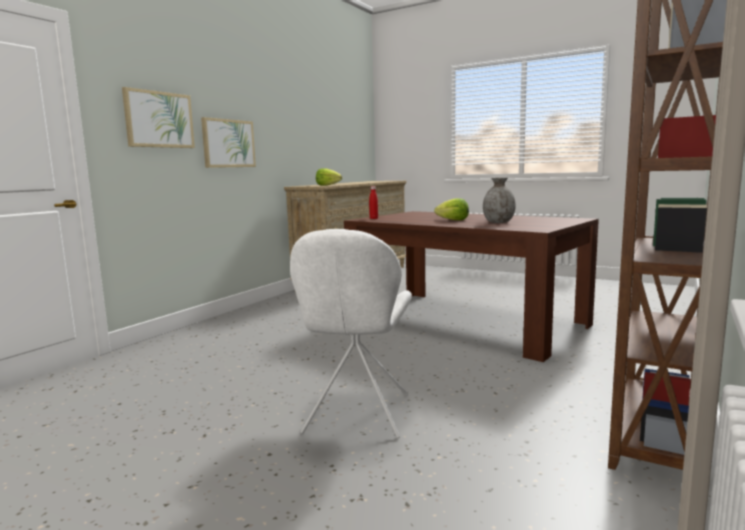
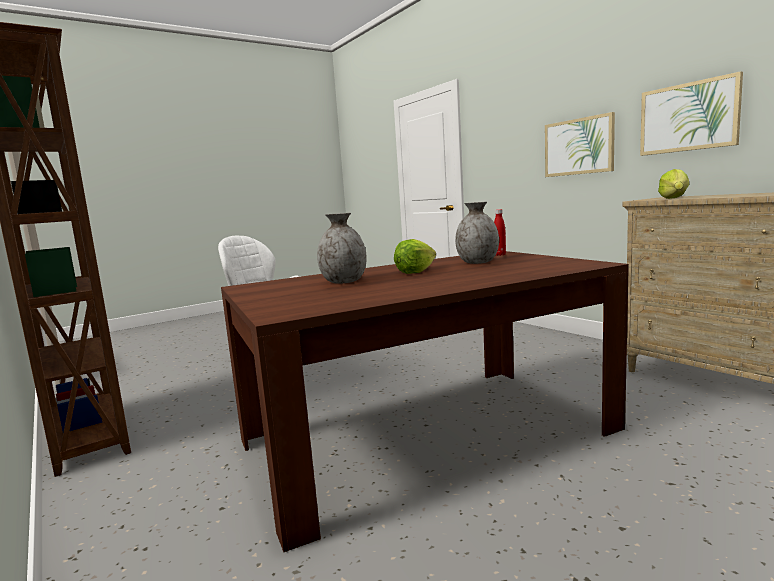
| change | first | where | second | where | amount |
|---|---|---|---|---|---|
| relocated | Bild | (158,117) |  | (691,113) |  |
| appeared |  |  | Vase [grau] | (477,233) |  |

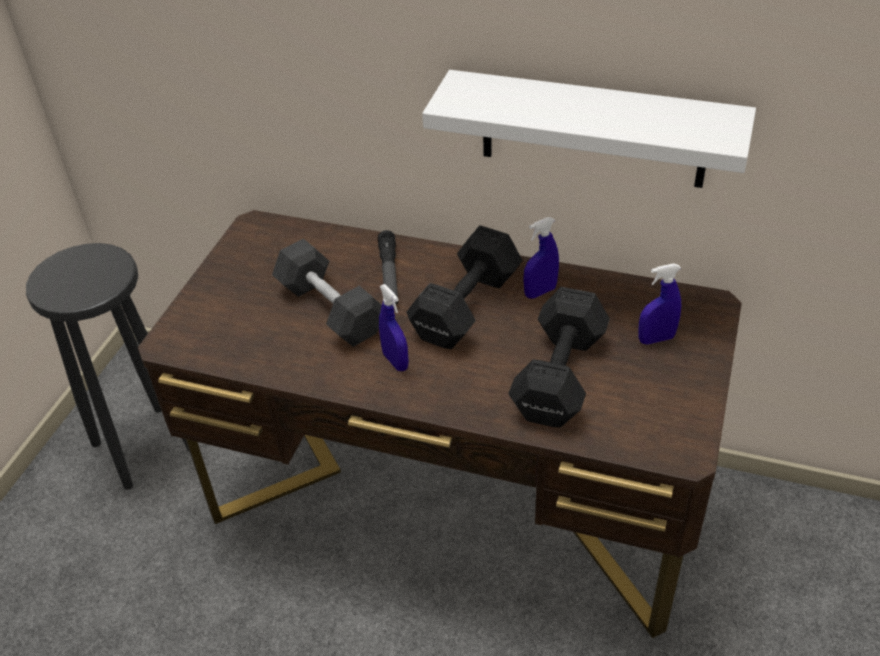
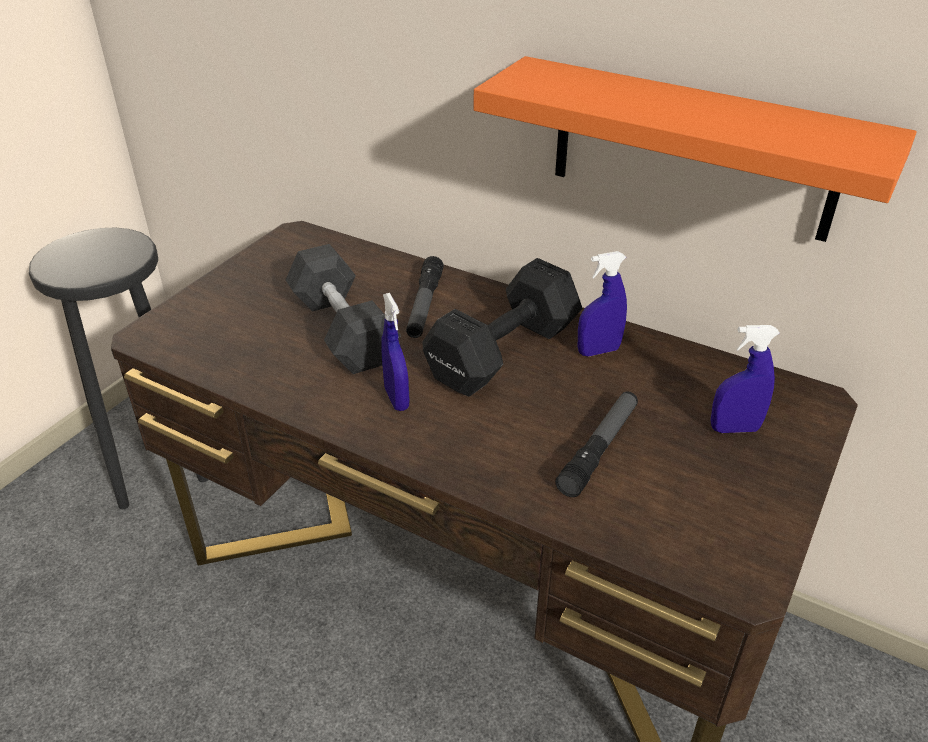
| change | first | where | second | where | amount |
|---|---|---|---|---|---|
| colour | Wandregal [weiß] | (589,129) | Wandregal [orange] | (695,149) |  |
| exchanged | Hantel [schwarz] | (559,357) | Taschenlampe | (596,444) |  |

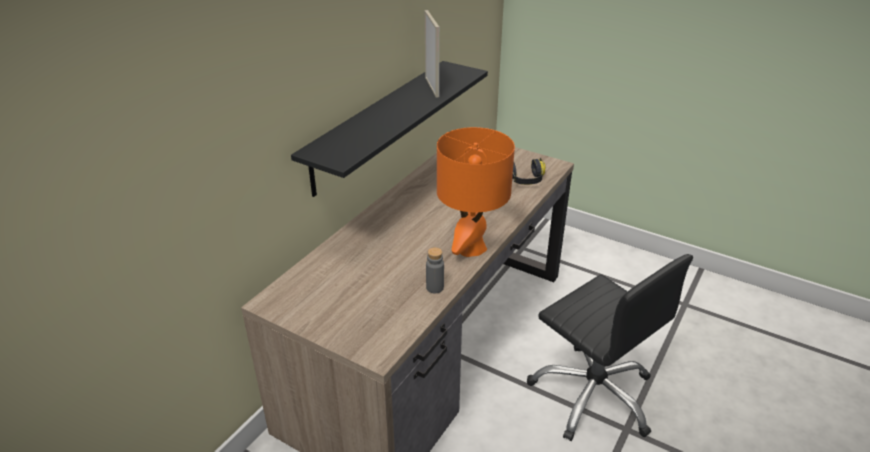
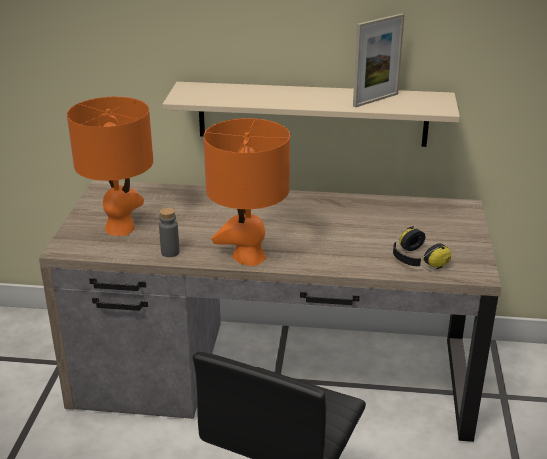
| change | first | where | second | where | amount |
|---|---|---|---|---|---|
| colour | Wandregal [schwarz] | (389,129) | Wandregal [beige] | (311,114) |  |
| appeared |  |  | Tischlampe [orange] | (110,166) |  |

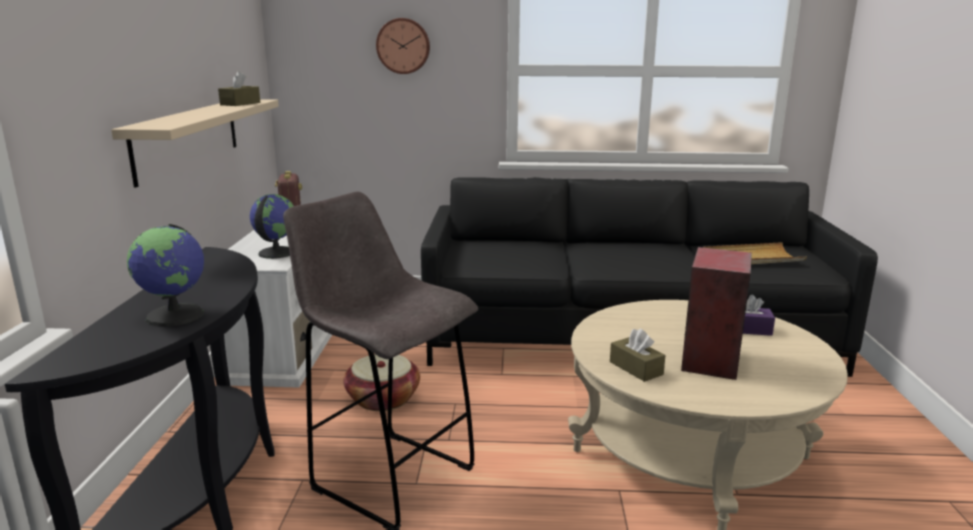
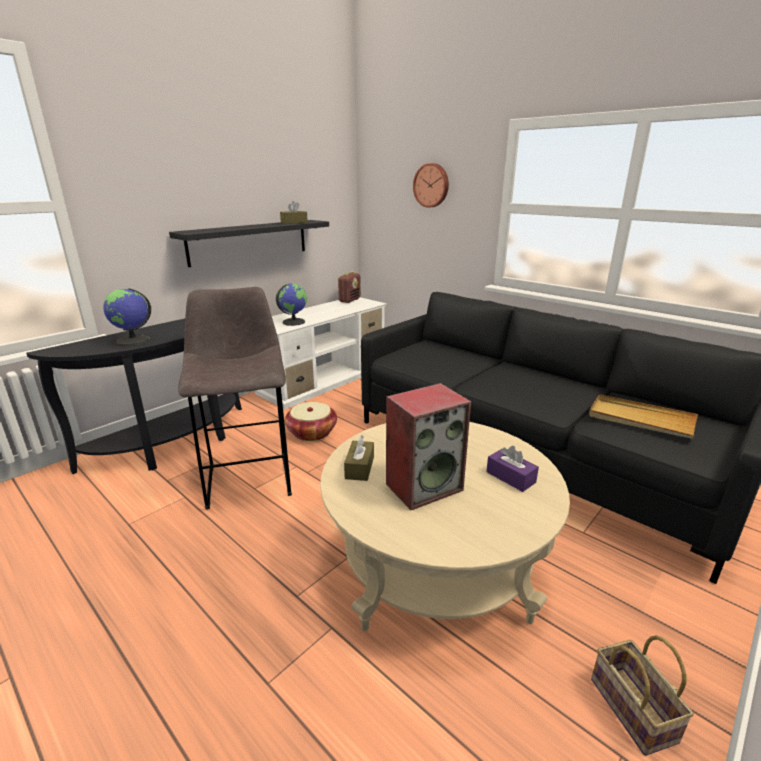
| change | first | where | second | where | amount |
|---|---|---|---|---|---|
| colour | Wandregal [beige] | (195,143) | Wandregal [schwarz] | (249,243) |  |
| appeared |  |  | Korb | (642,695) |  |

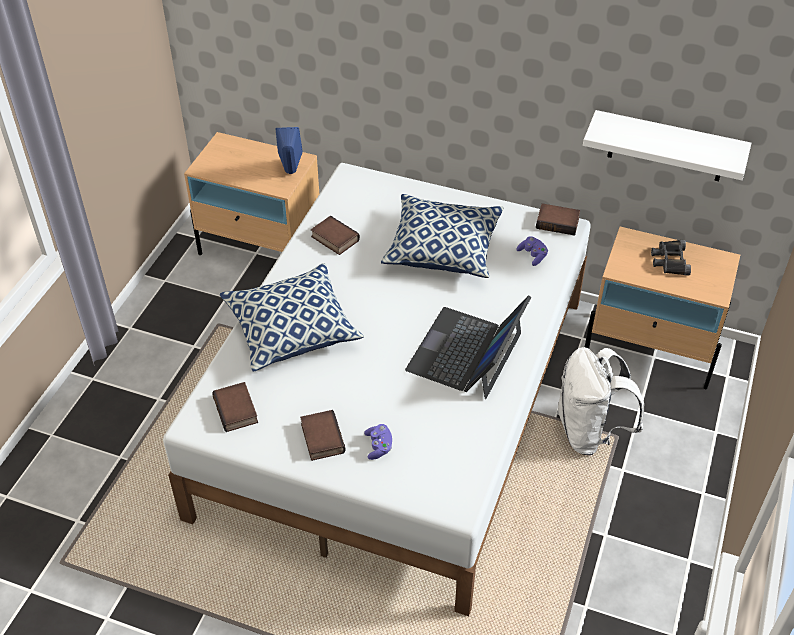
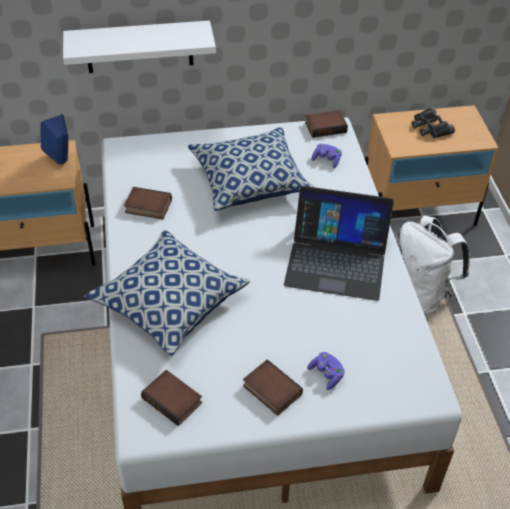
| change | first | where | second | where | amount |
|---|---|---|---|---|---|
| spun | Laptop | (468,347) |  | (339,243) | 75 degrees counterclockwise |
| relocated | Wandregal [weiß] | (667,146) |  | (139,46) |  |

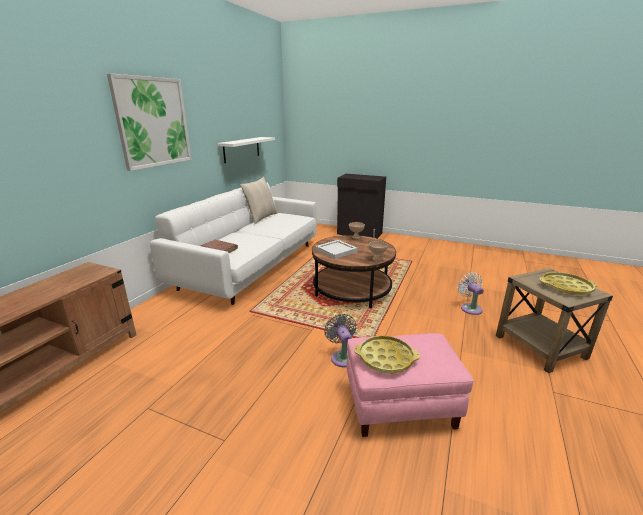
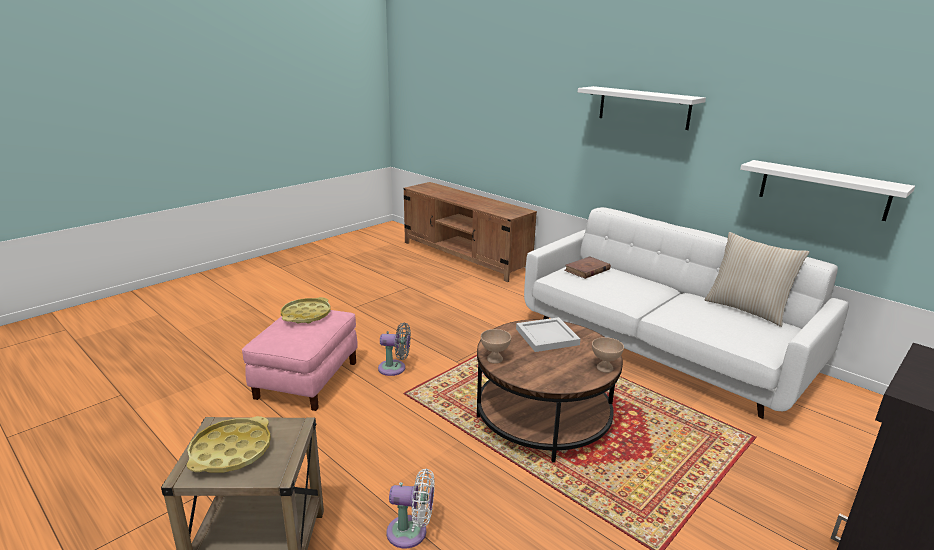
| change | first | where | second | where | amount |
|---|---|---|---|---|---|
| exchanged | Bild | (149,122) | Wandregal [weiß] | (642,108) |  |

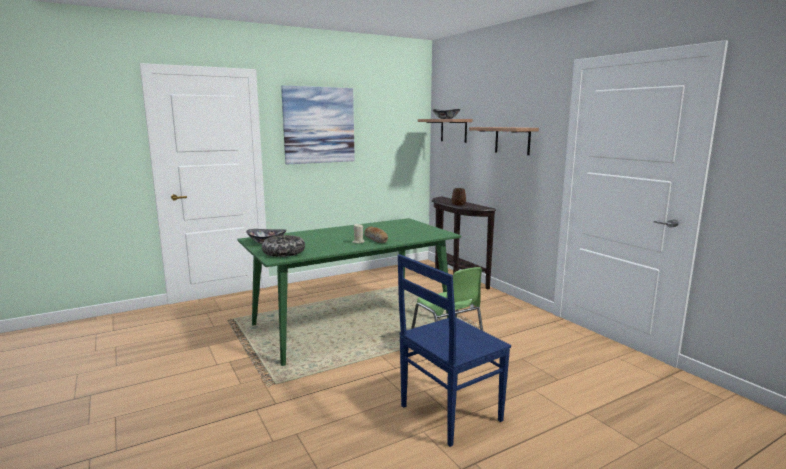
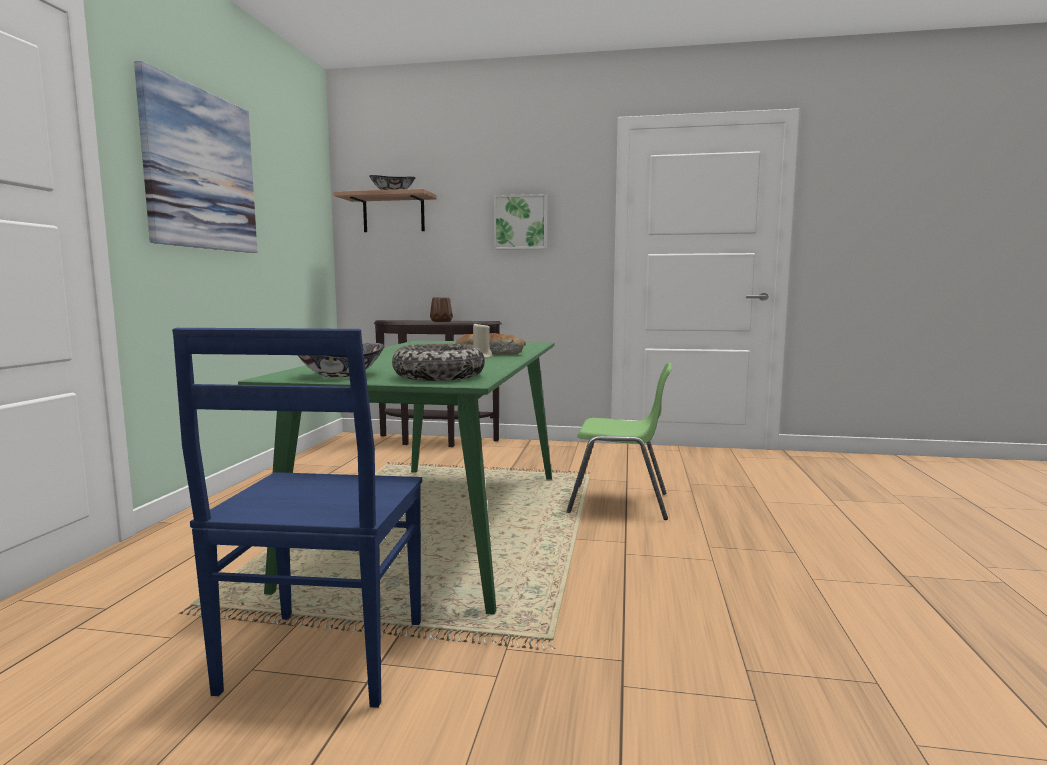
| change | first | where | second | where | amount |
|---|---|---|---|---|---|
| relocated | Stuhl [blau] | (454,350) |  | (297,518) |  |
| exchanged | Wandregal | (504,141) | Bild | (520,222) |  |

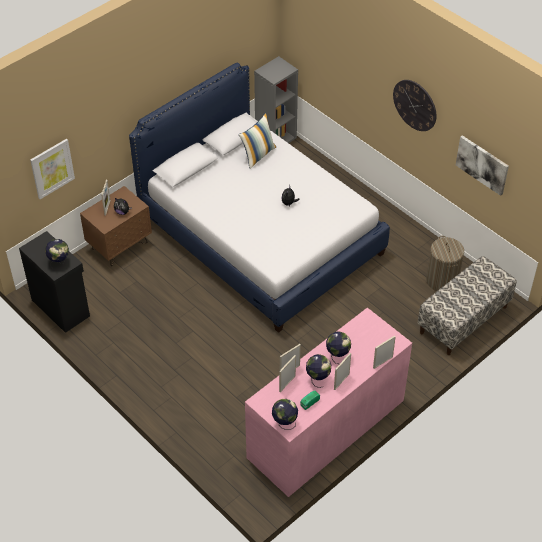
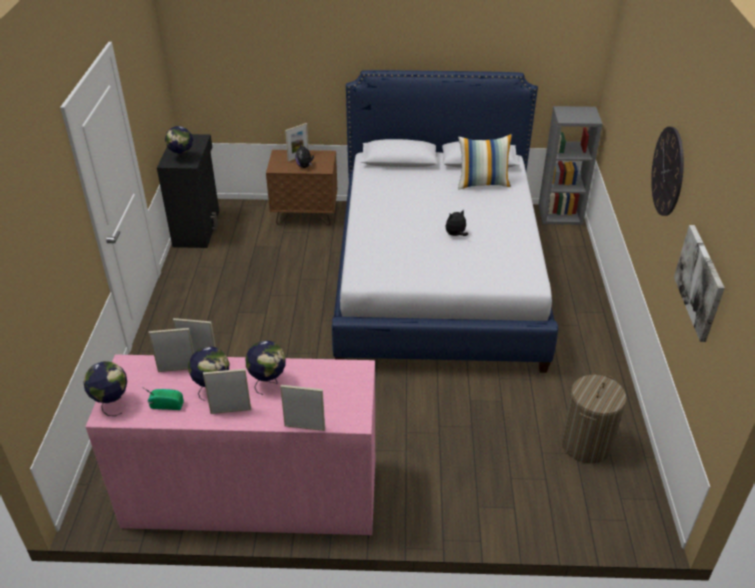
| change | first | where | second | where | amount |
|---|---|---|---|---|---|
| missing | Bild | (52,169) |  |  |  |
| missing | Bank | (467,305) |  |  |  |

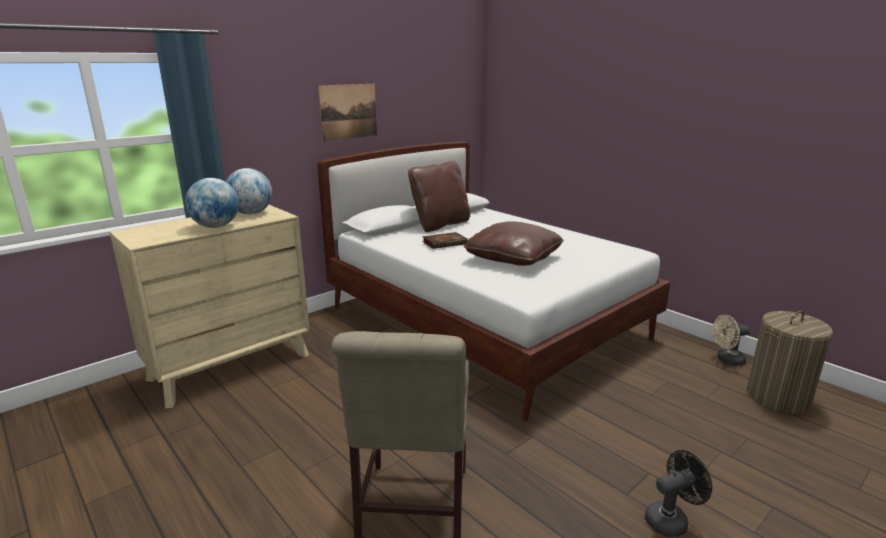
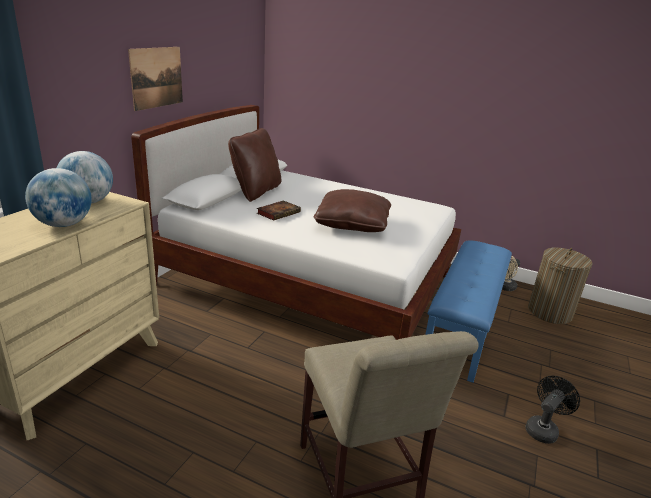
| change | first | where | second | where | amount |
|---|---|---|---|---|---|
| appeared |  |  | Bank [blau] | (468,312) |  |

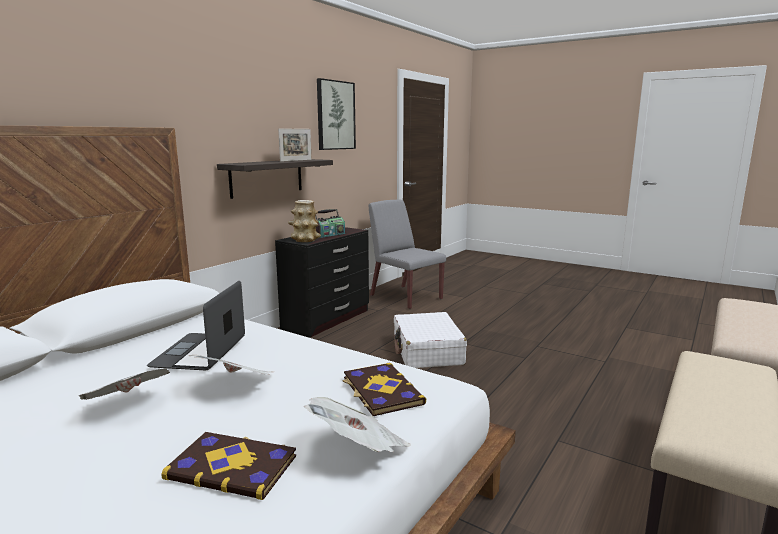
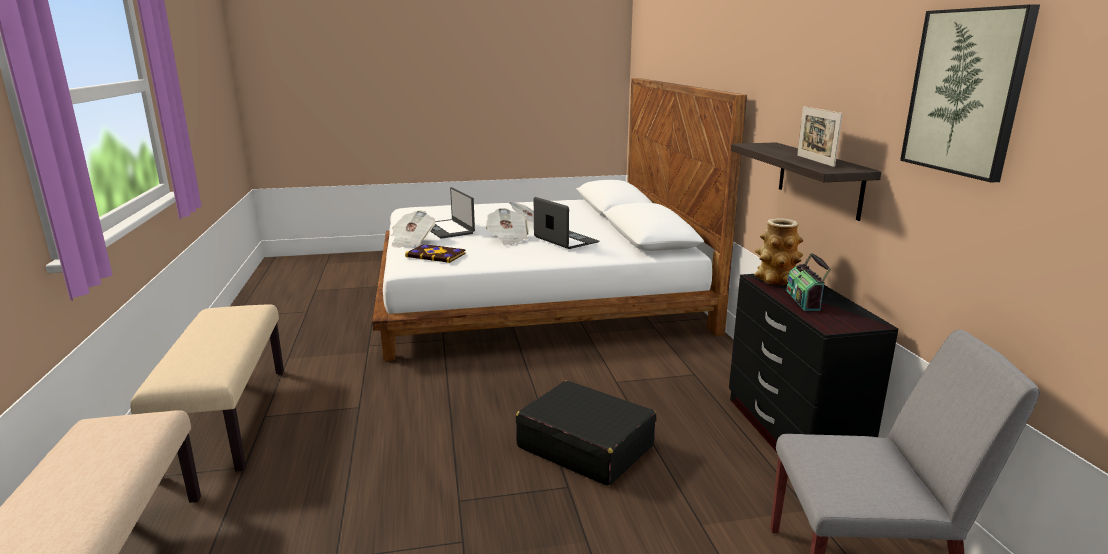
| change | first | where | second | where | amount |
|---|---|---|---|---|---|
| exchanged | Buch | (228,466) | Laptop | (452,213) |  |
| colour | Koffer [weiß] | (430,340) | Koffer [schwarz] | (586,433) |  |

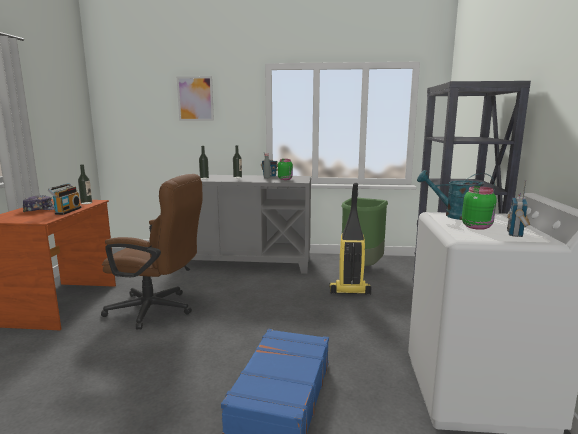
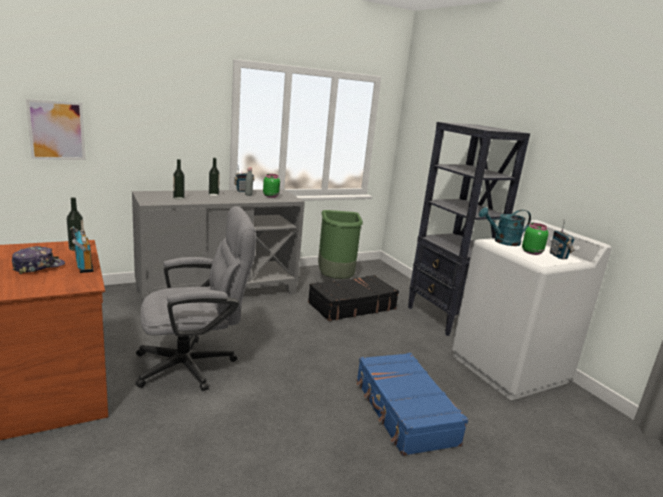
| change | first | where | second | where | amount |
|---|---|---|---|---|---|
| colour | Bürostuhl [braun] | (151,251) | Bürostuhl [grau] | (195,298) |  |
| relocated | Bild | (195,98) |  | (56,129) |  |
| exchanged | Staubsauger | (350,239) | Koffer [schwarz] | (353,298) |  |

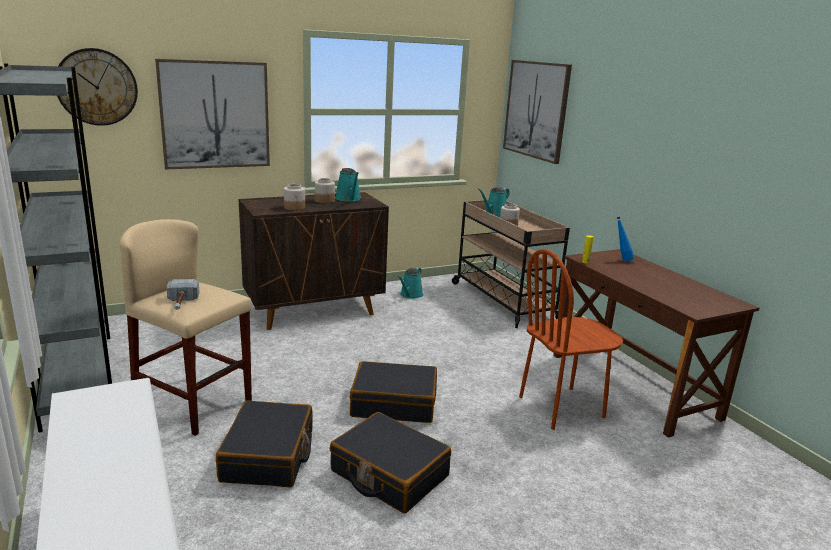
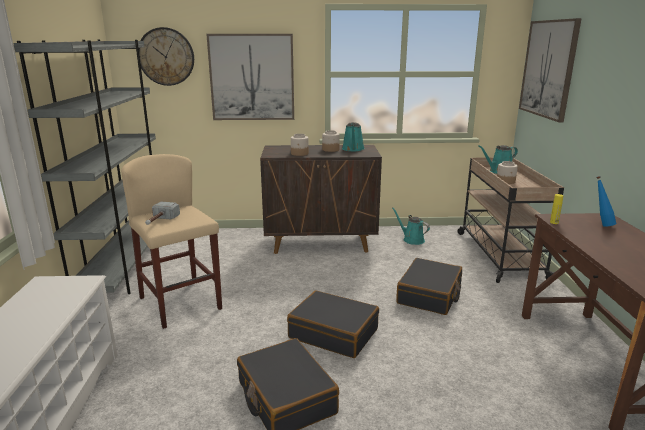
| change | first | where | second | where | amount |
|---|---|---|---|---|---|
| relocated | Koffer [schwarz] | (264,444) |  | (429,286) |  |
| spun | Gießkanne [türkis] | (411,283) |  | (411,226) | 90 degrees clockwise |
| missing | Stuhl [braun] | (571,339) |  |  |  |

